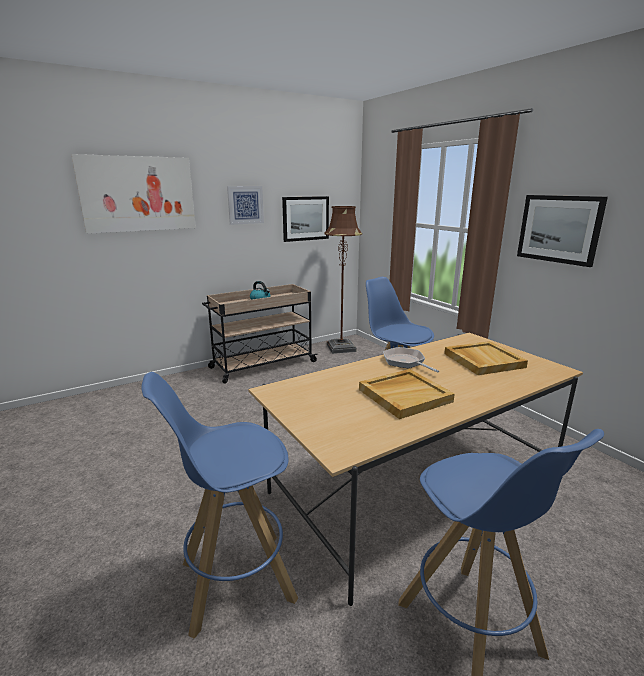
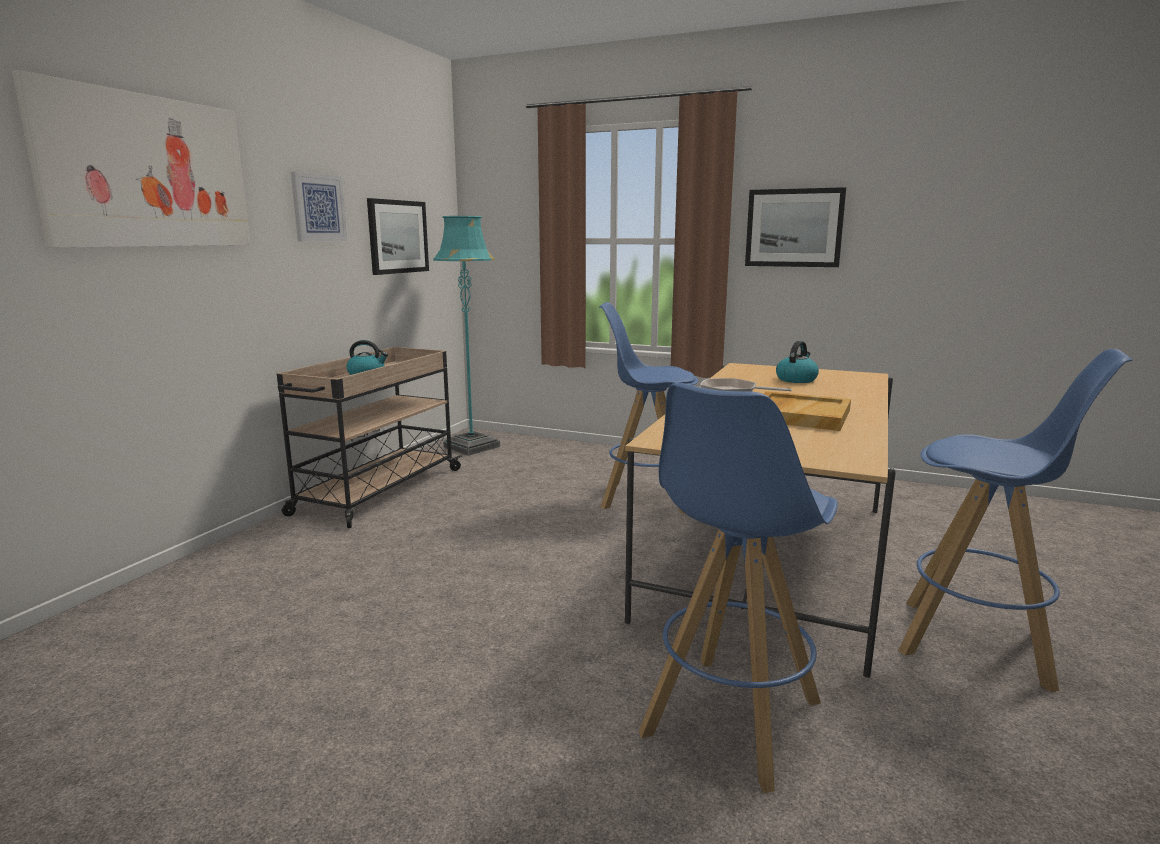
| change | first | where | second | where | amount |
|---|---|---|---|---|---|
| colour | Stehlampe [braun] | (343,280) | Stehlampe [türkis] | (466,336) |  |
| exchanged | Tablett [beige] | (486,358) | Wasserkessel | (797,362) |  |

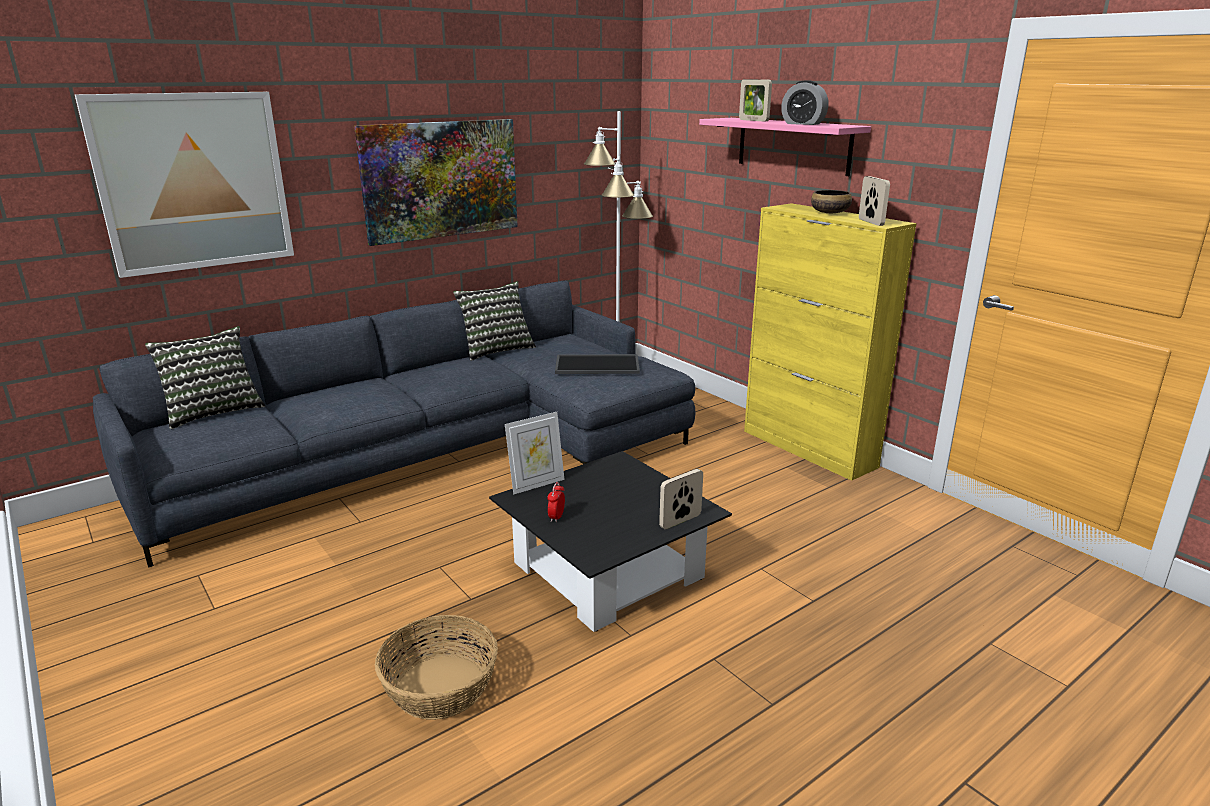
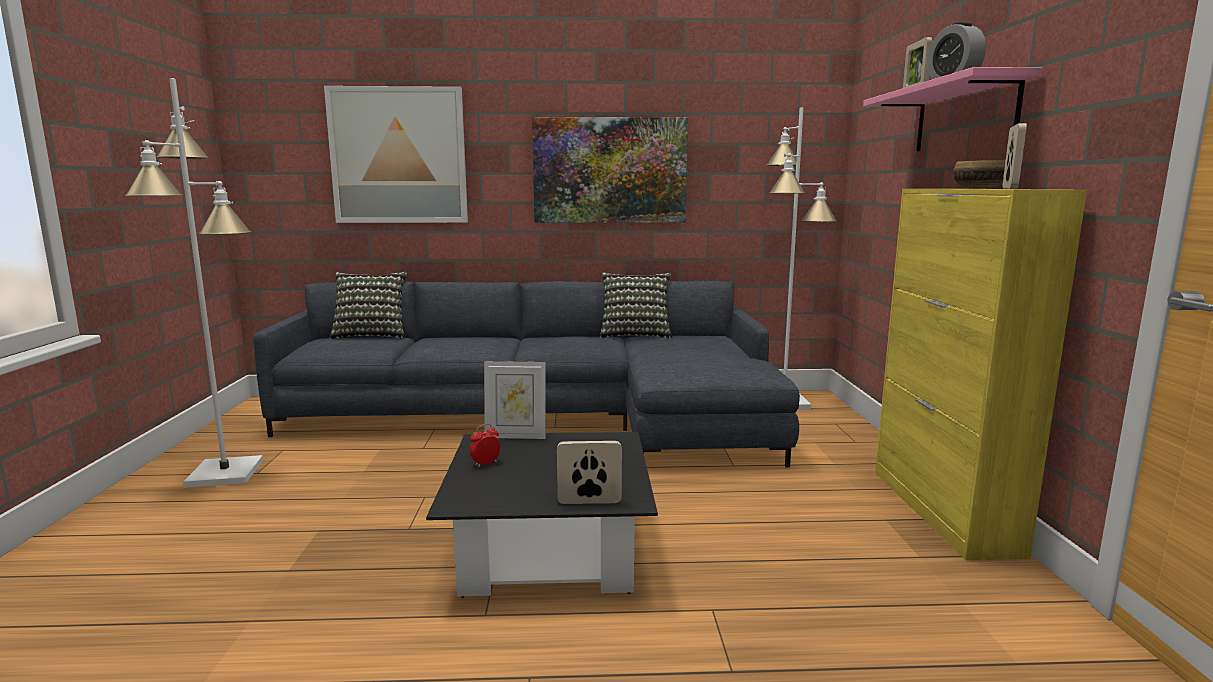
| change | first | where | second | where | amount |
|---|---|---|---|---|---|
| missing | Korb | (436,667) |  |  |  |
| missing | Tablett | (597,364) |  |  |  |
| appeared |  |  | Stehlampe [weiß] | (194,283) |  |

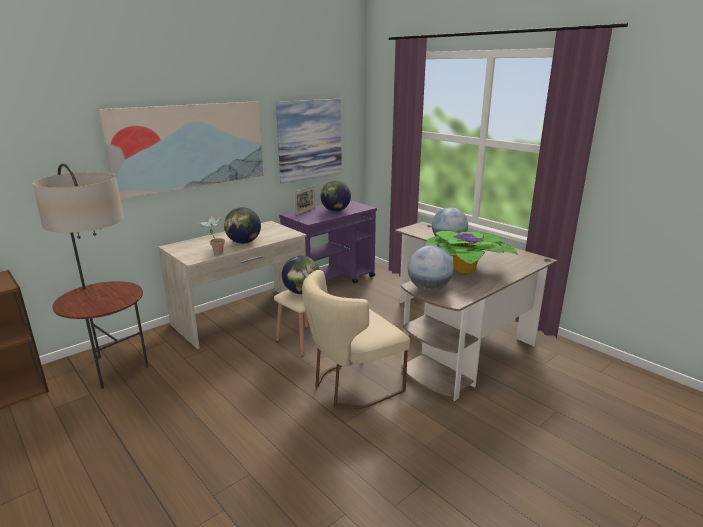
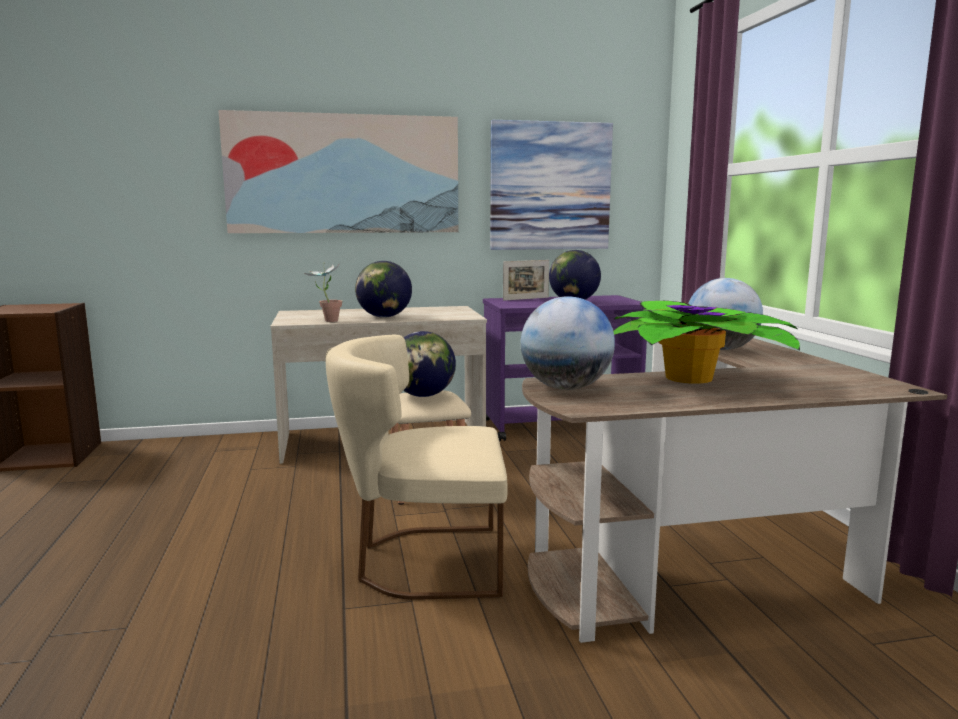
| change | first | where | second | where | amount |
|---|---|---|---|---|---|
| missing | Stehlampe | (91,276) |  |  |  |

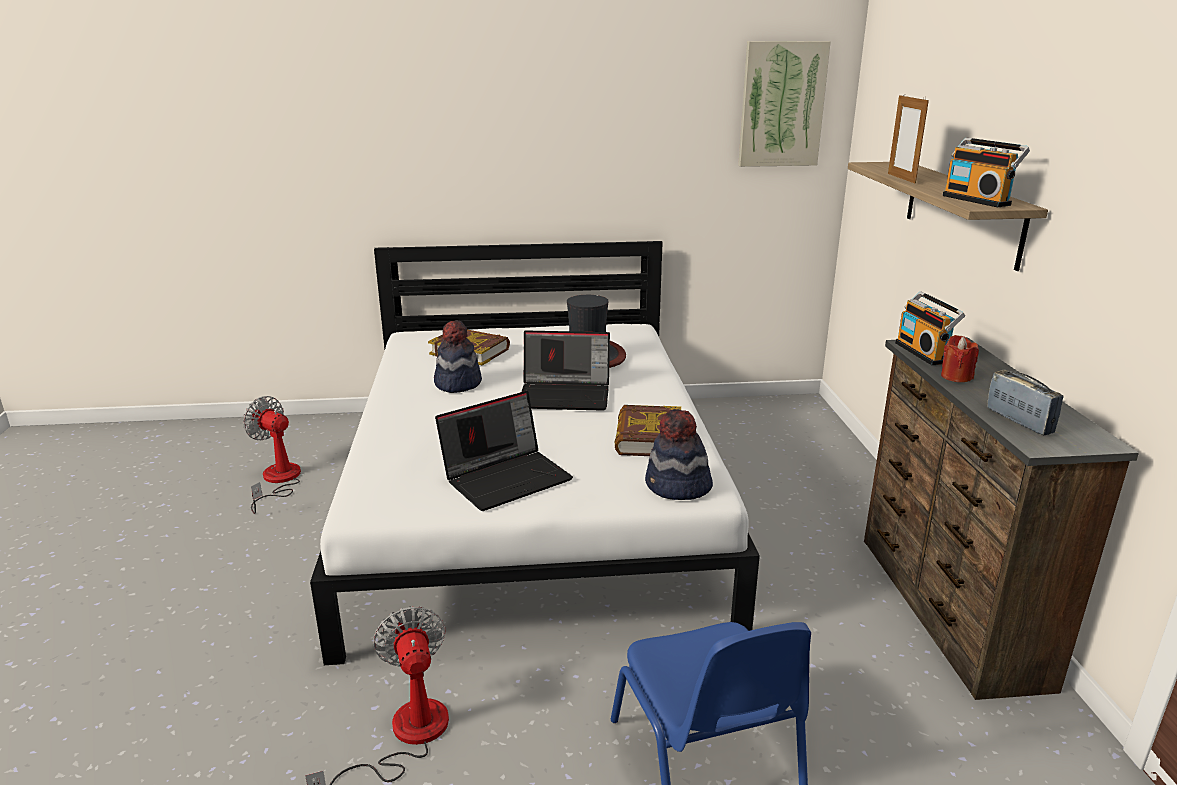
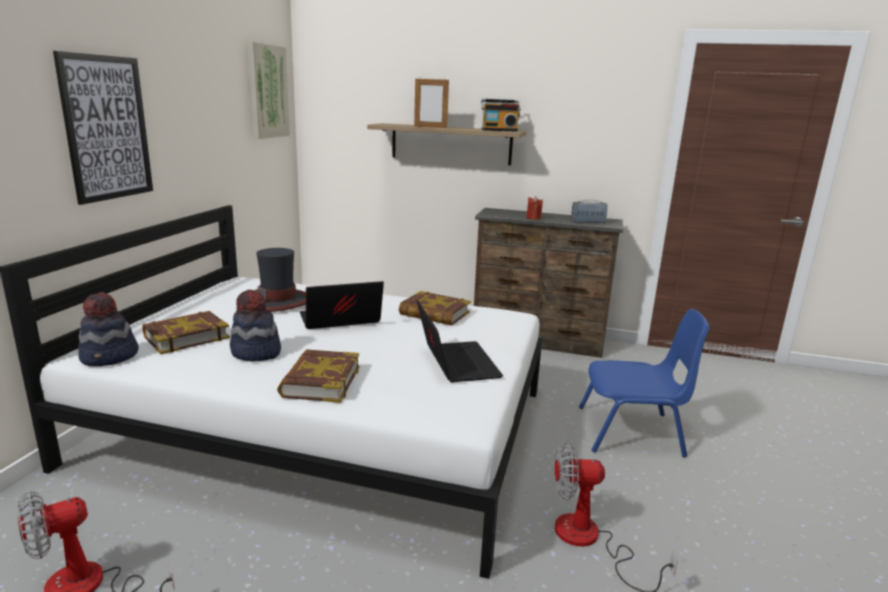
| change | first | where | second | where | amount |
|---|---|---|---|---|---|
| spun | Laptop | (565,370) |  | (342,305) | 135 degrees counterclockwise |
| relocated | Hut | (679,454) |  | (108,329) |  |
| missing | Radio | (930,328) |  |  |  |
| appeared |  |  | Bild | (103,128) |  |
| appeared |  |  | Buch | (318,376) |  |

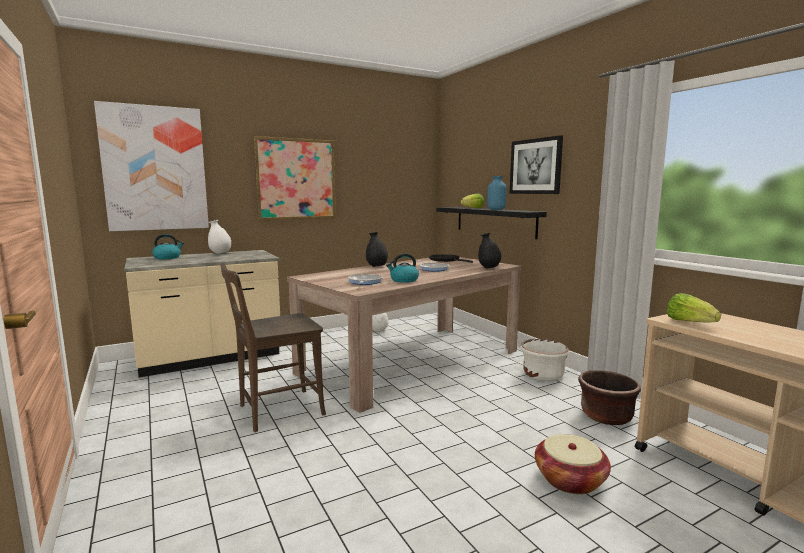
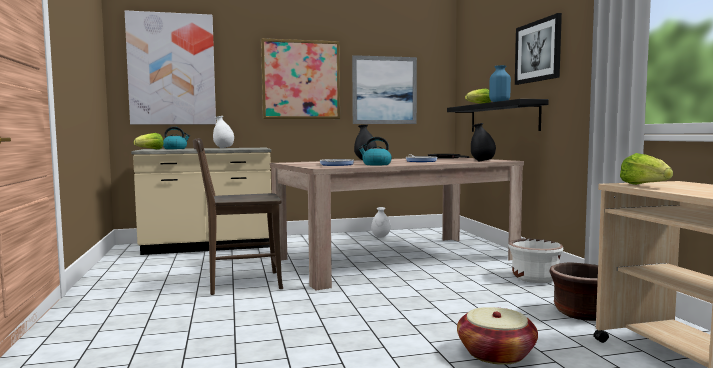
| change | first | where | second | where | amount |
|---|---|---|---|---|---|
| appeared |  |  | Salatkopf | (148,141) |  |
| appeared |  |  | Bild | (384,89) |  |

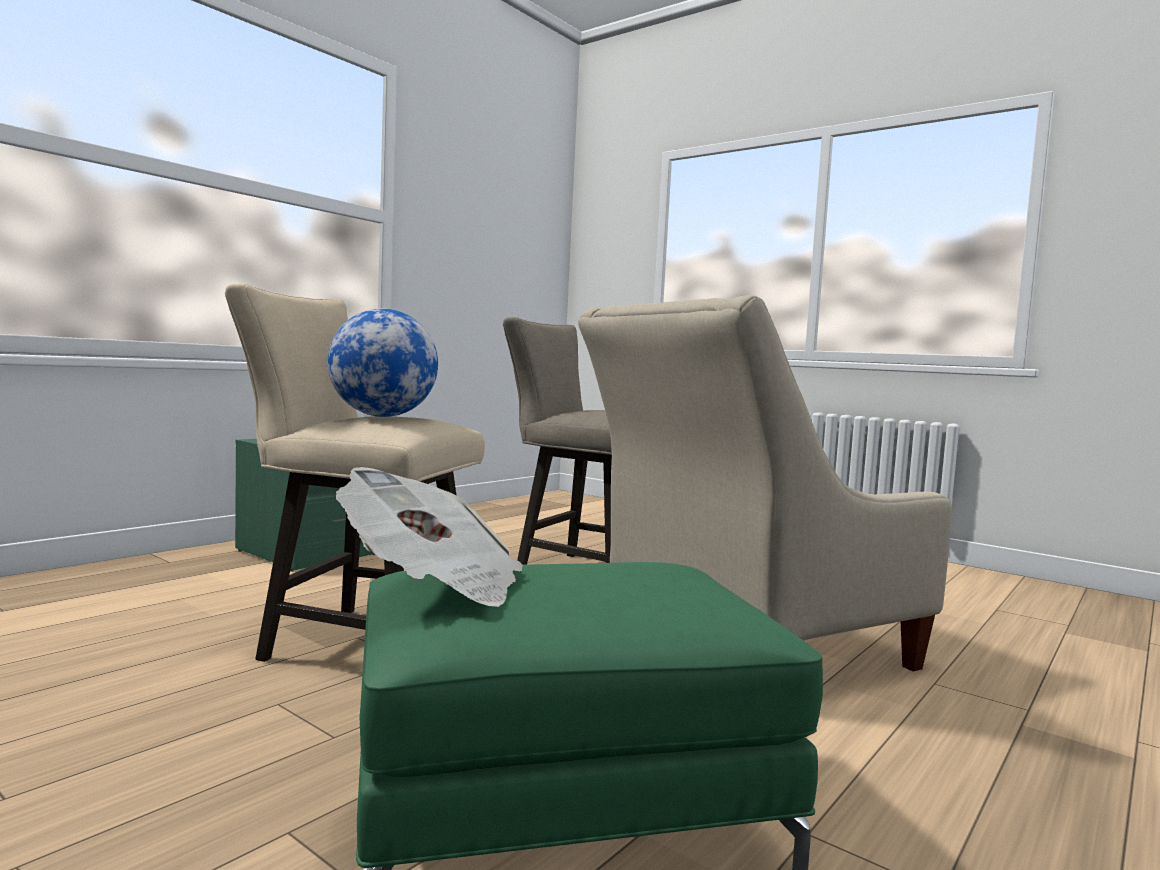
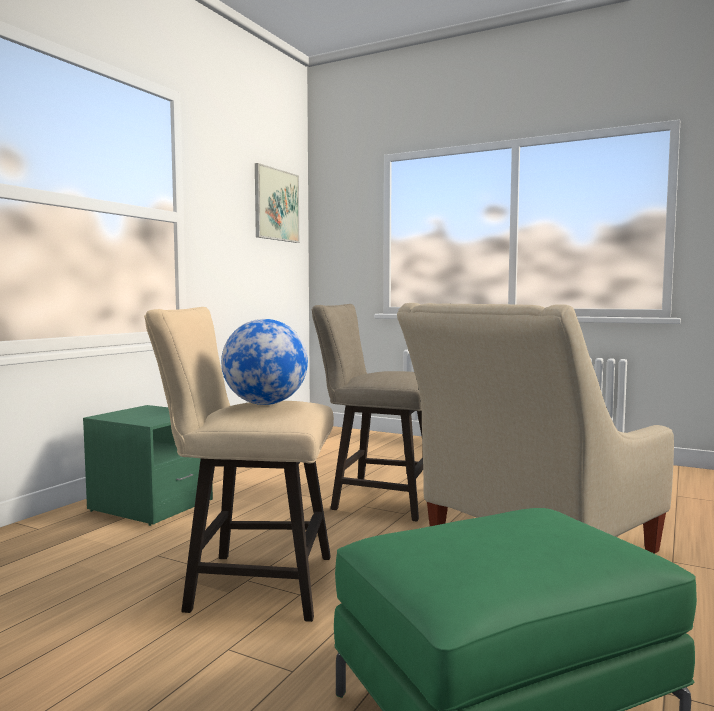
| change | first | where | second | where | amount |
|---|---|---|---|---|---|
| missing | Zeitung | (429,537) |  |  |  |
| appeared |  |  | Bild | (277,203) |  |

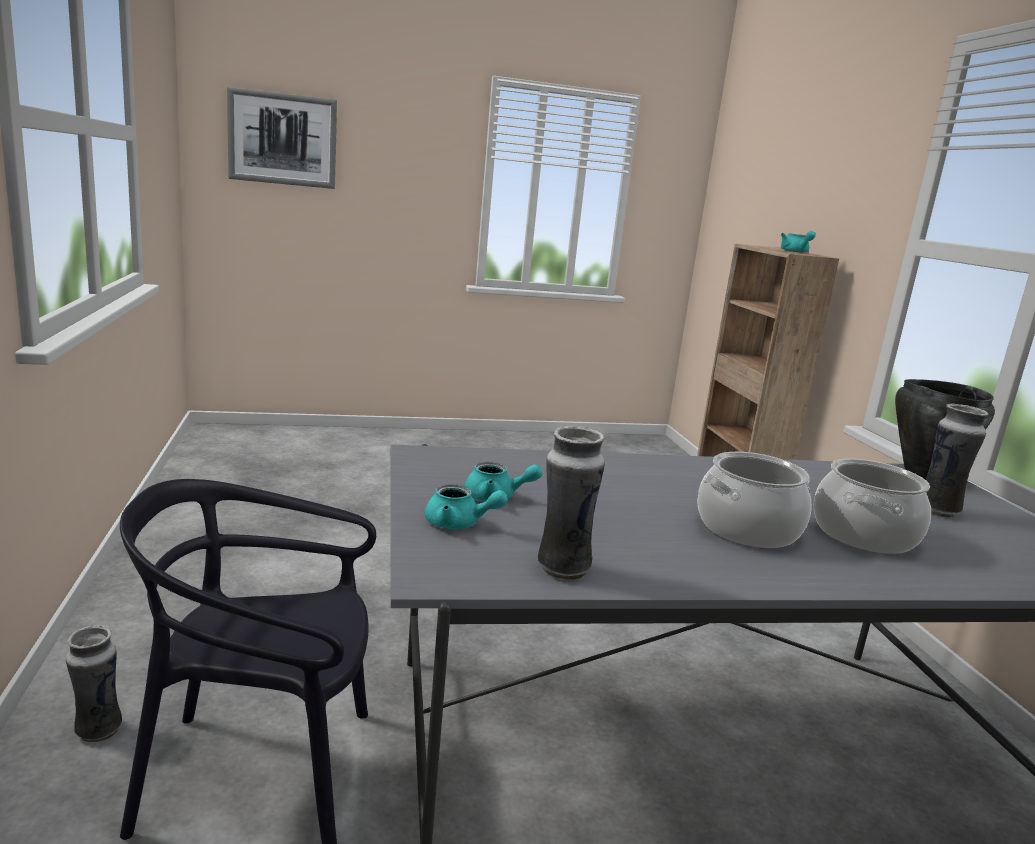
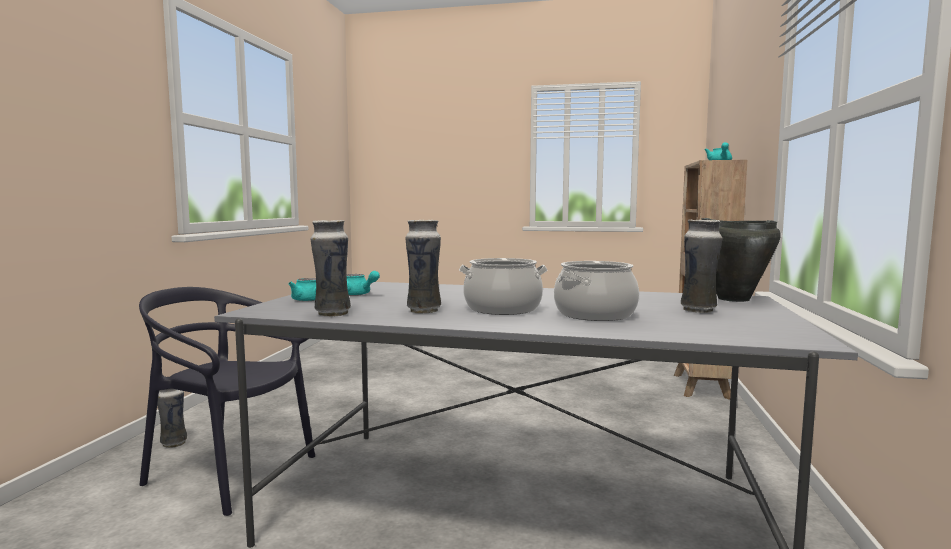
| change | first | where | second | where | amount |
|---|---|---|---|---|---|
| missing | Bild | (282,138) |  |  |  |
| appeared |  |  | Vase | (423,266) |  |

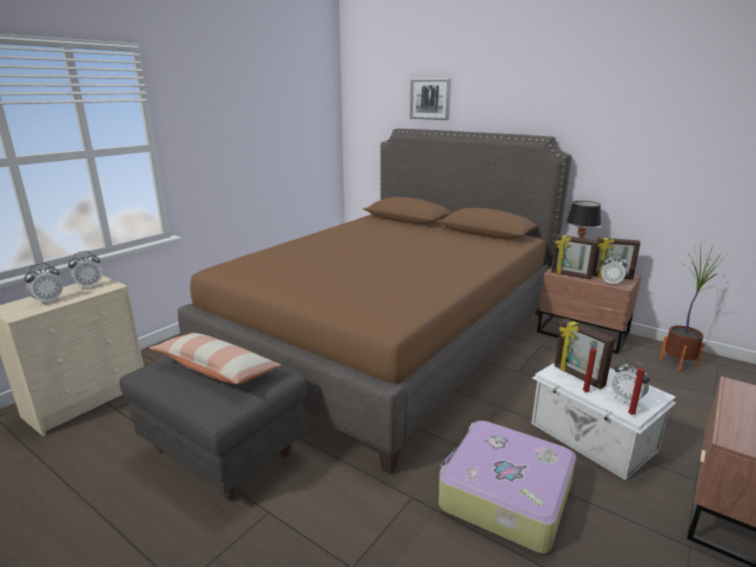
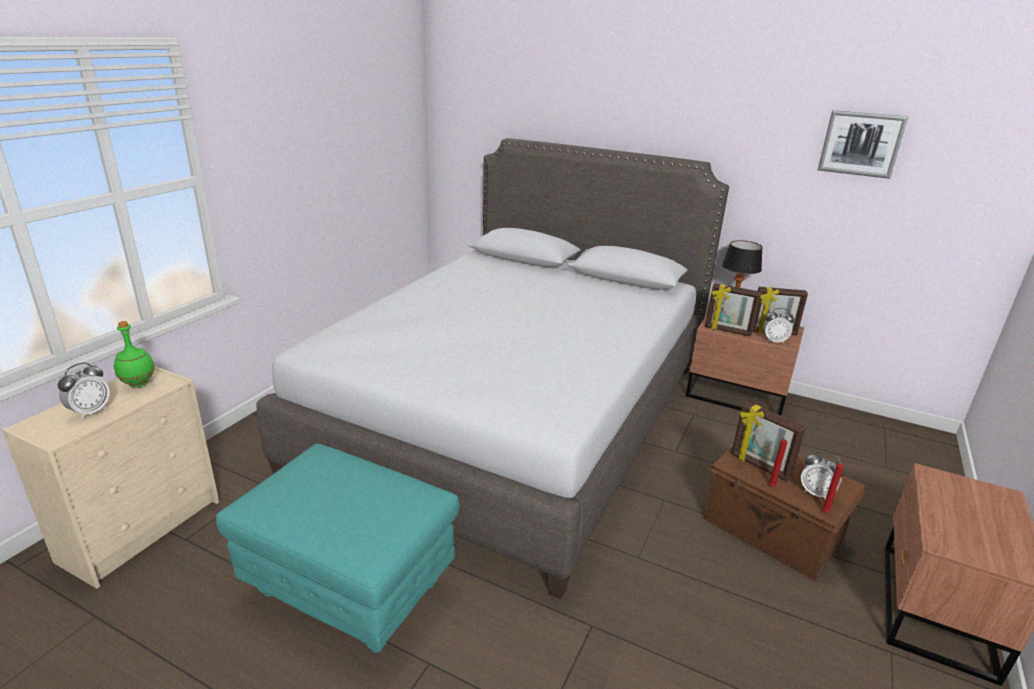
| change | first | where | second | where | amount |
|---|---|---|---|---|---|
| exchanged | Wecker | (85,270) | Flasche [grün] | (134,354) |  |
| colour | Polsterhocker [grau] | (213,428) | Polsterhocker [türkis] | (338,548) |  |
| missing | Kissen | (215,358) |  |  |  |
| colour | Bett [braun] | (375,302) | Bett [grau] | (493,368) |  |
| relocated | Bild | (430,99) |  | (863,144) |  |
| missing | Koffer | (507,487) |  |  |  |
| colour | Aufbewahrungsbox [weiß] | (603,421) | Aufbewahrungsbox [braun] | (785,513) |  |
| missing | Topfpflanze | (692,308) |  |  |  |

